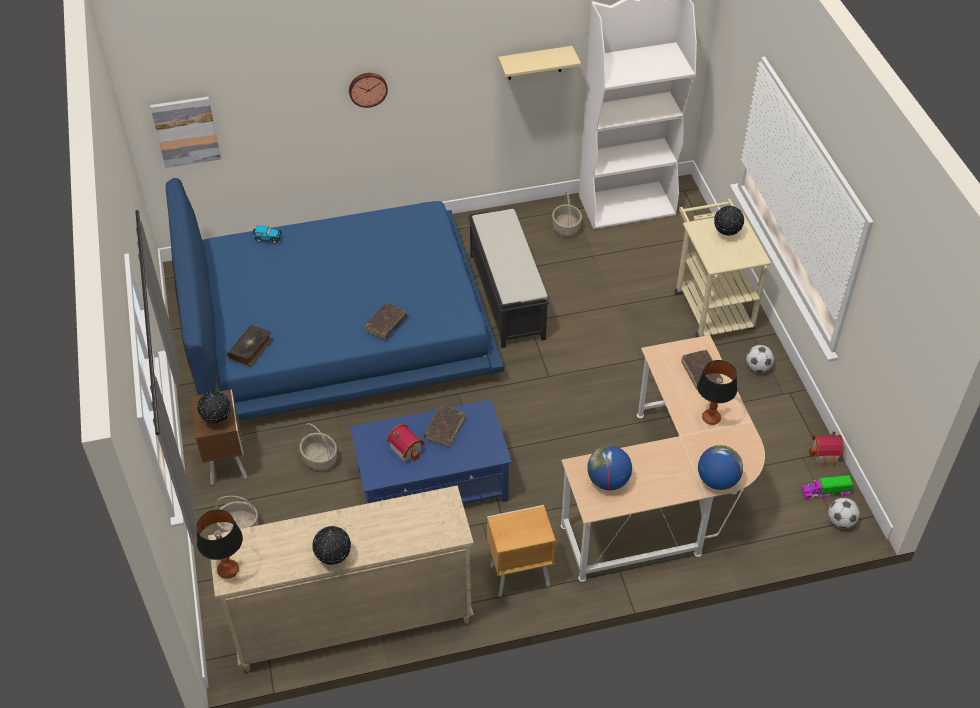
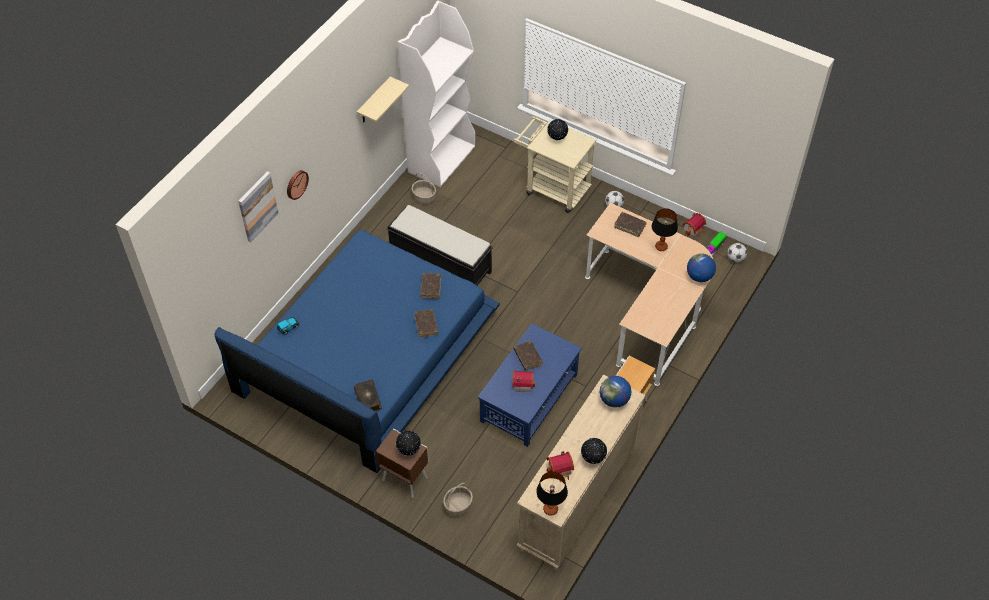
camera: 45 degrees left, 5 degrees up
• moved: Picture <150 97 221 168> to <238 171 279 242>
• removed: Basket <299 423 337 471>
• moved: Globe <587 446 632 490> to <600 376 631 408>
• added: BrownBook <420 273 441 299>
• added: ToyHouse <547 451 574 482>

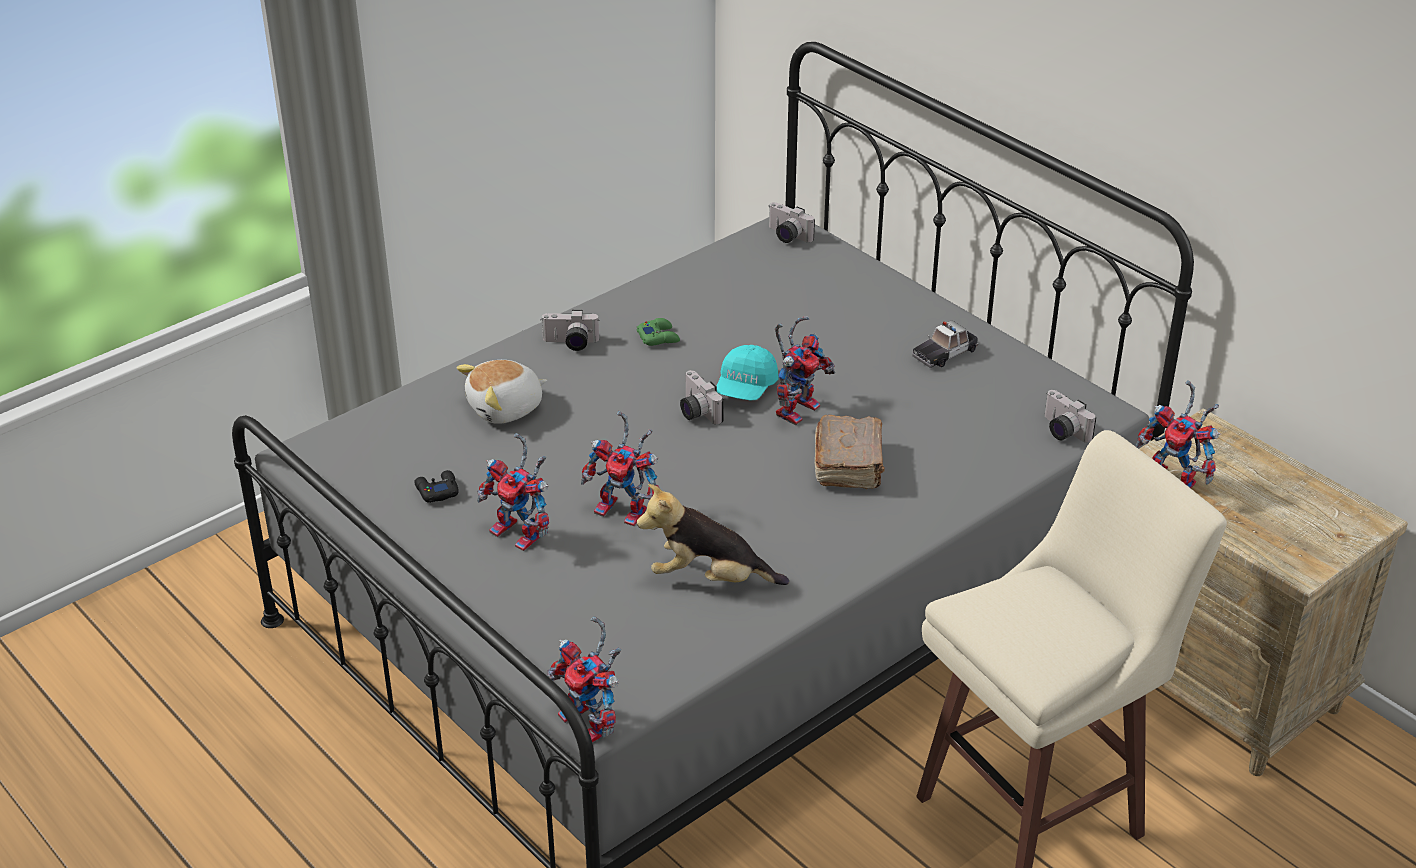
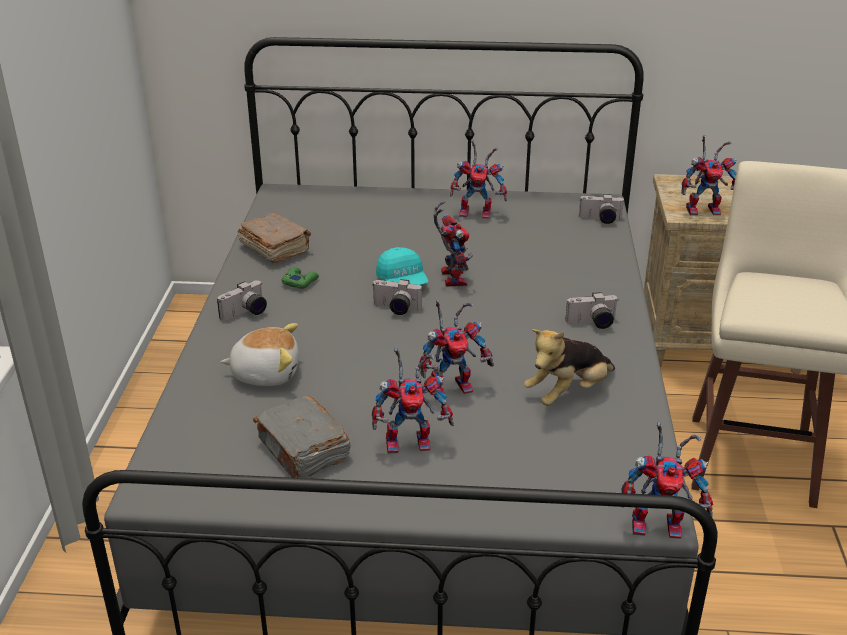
camera: 45 degrees left, 5 degrees down
• replaced: BlackGameController <414 470 459 503> to GreyBook <253 395 351 478>
• turned: PlushToy <457 360 547 424> = <220 323 299 386> 105 degrees counterclockwise
• moved: PhotoCamera <768 202 815 243> to <565 292 618 329>
• moved: BrownBook <815 415 885 489> to <237 212 311 263>
• replaced: ToyCar <912 320 978 368> to ToyRobot <450 140 507 219>

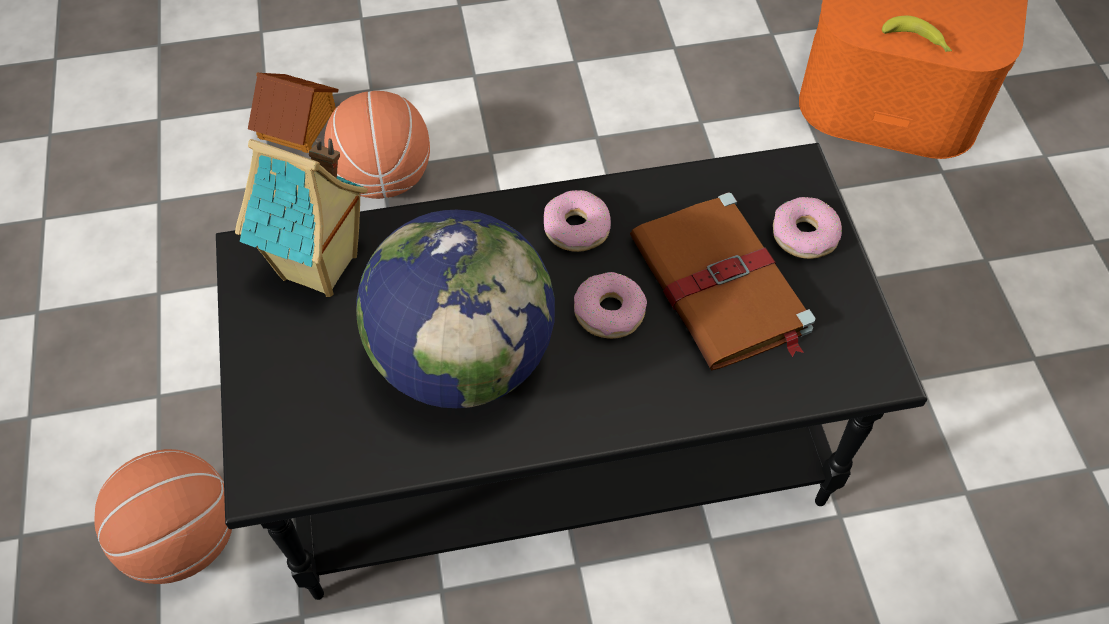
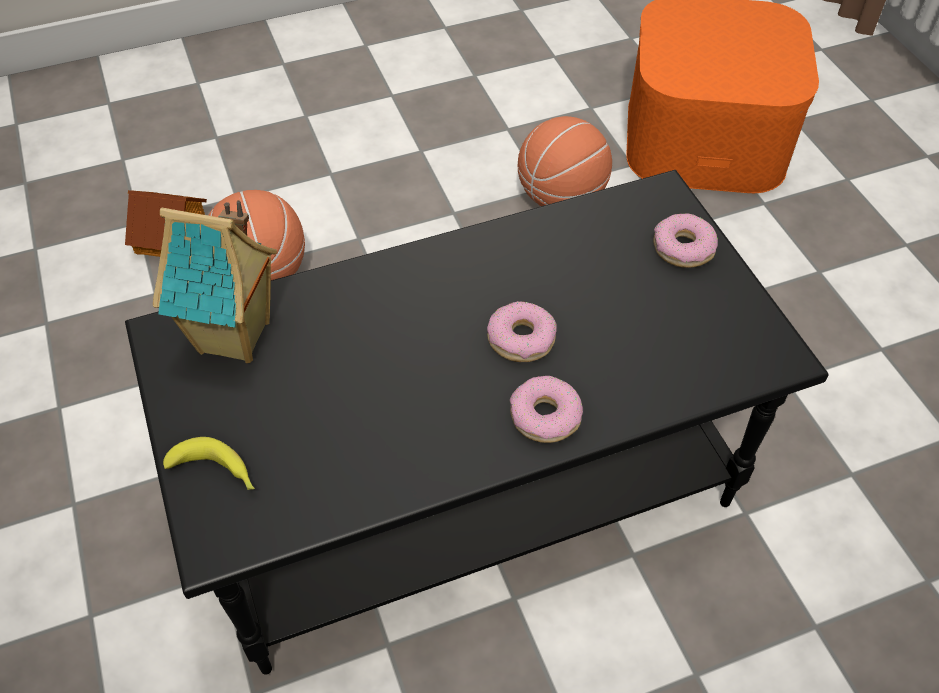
camera: 10 degrees left, 5 degrees down
• moved: Basketball <94 449 232 584> to <518 116 612 206>
• removed: Globe <356 210 555 408>
• moved: Donut <544 190 611 252> to <510 376 583 443>
• removed: BrownBook <630 192 816 371>
• moved: Banana <882 16 952 52> to <163 437 255 490>

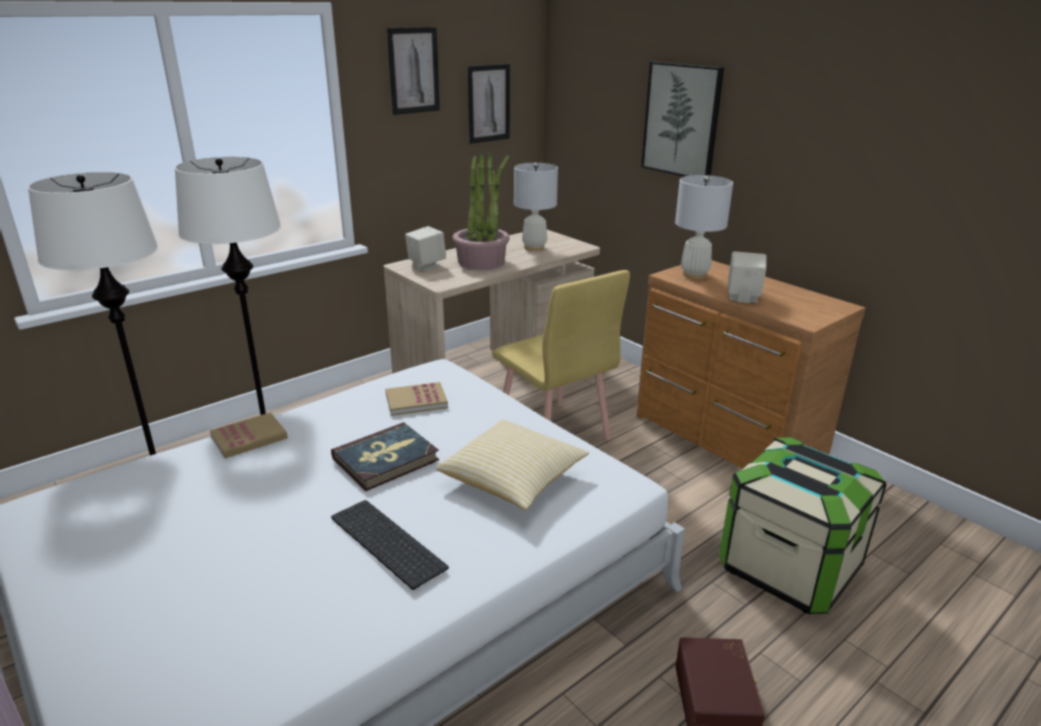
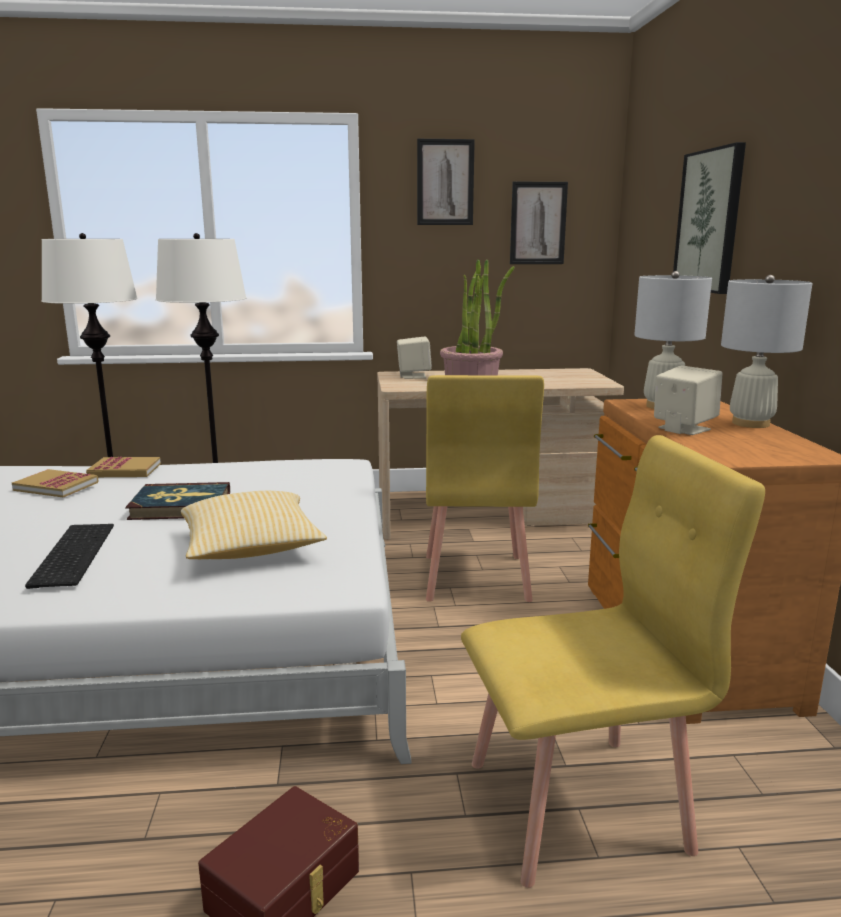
camera: 35 degrees right, 10 degrees down
• moved: Book <385 382 448 416> to <12 469 99 498>
• moved: WhiteTableLamp <514 163 558 251> to <721 275 812 428>
• replaced: StorageBox <719 438 886 614> to YellowChair <461 435 765 888>

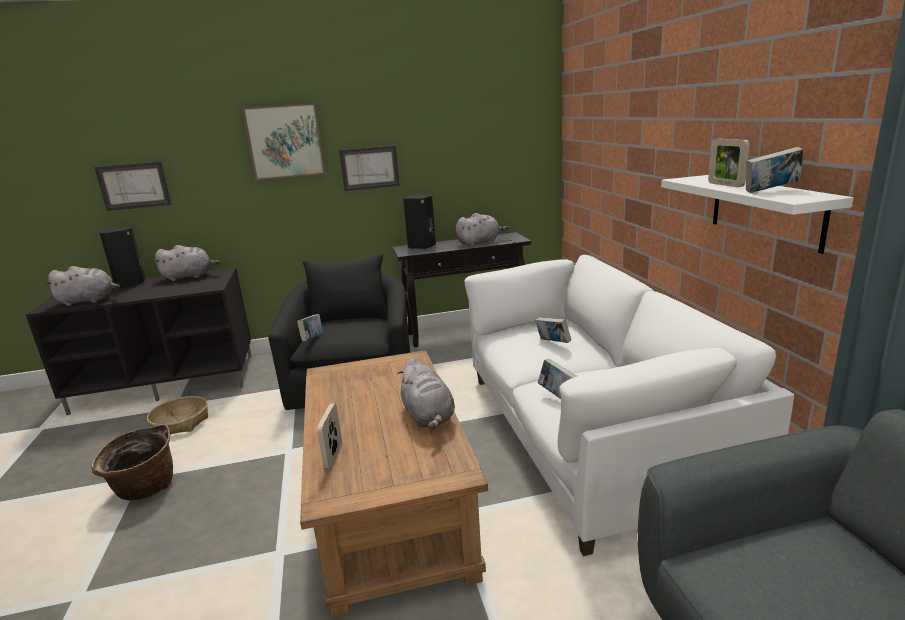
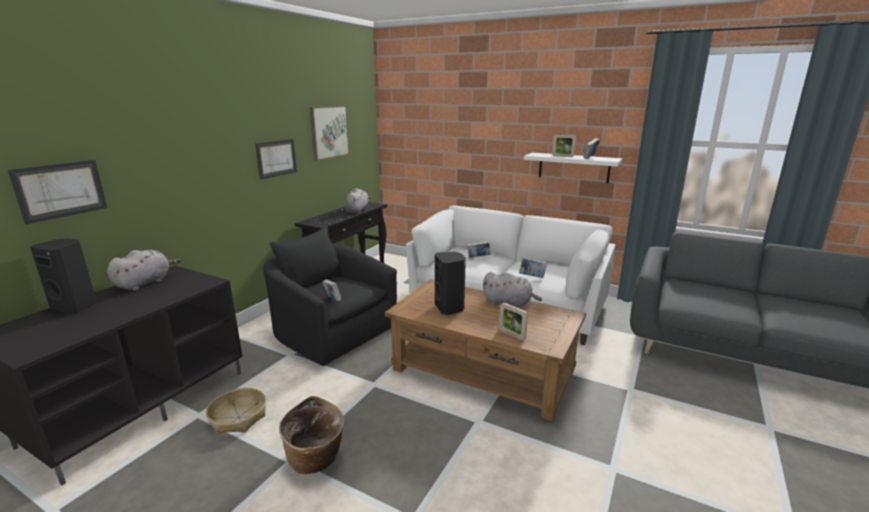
camera: 50 degrees left, 0 degrees up
• removed: GreyPlushToy <45 266 120 306>
• moved: Picture <242 103 325 180> to <309 105 349 161>
• moved: BlackSpeaker <403 194 436 249> to <435 252 466 315>

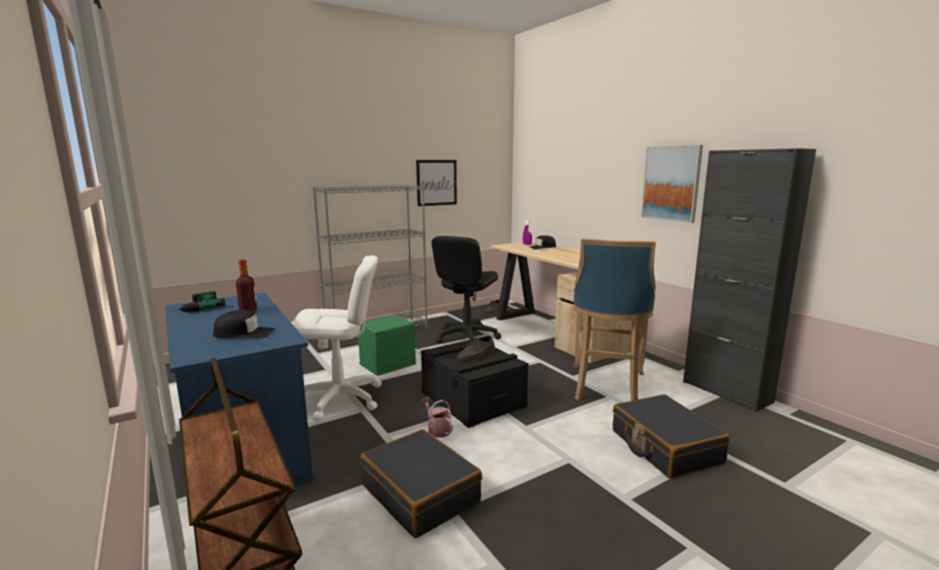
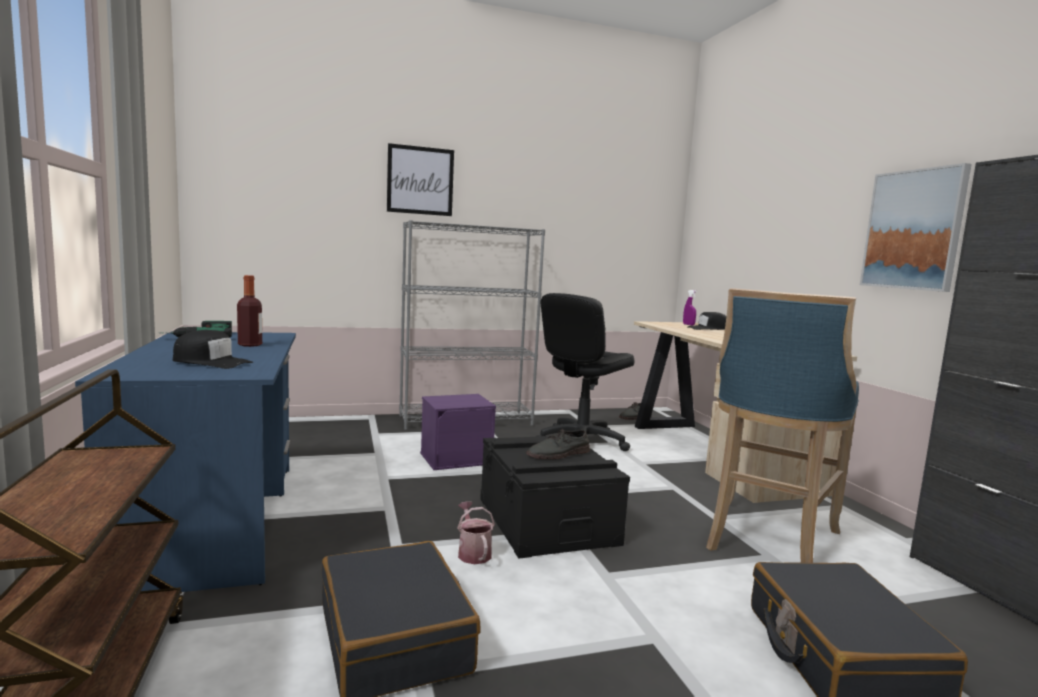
camera: 15 degrees right, 5 degrees down
• removed: WhiteOfficeChair <291 255 382 421>
• recoloured: GreenStorageBox <358 315 416 376> to PurpleStorageBox <420 394 496 470>
• moved: Picture <416 160 457 206> to <387 143 454 216>

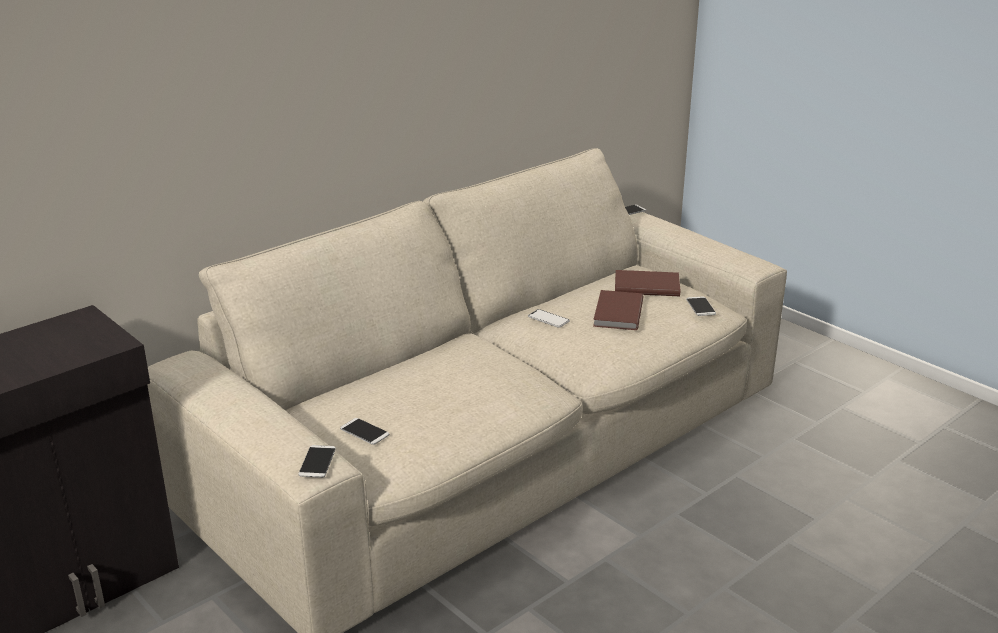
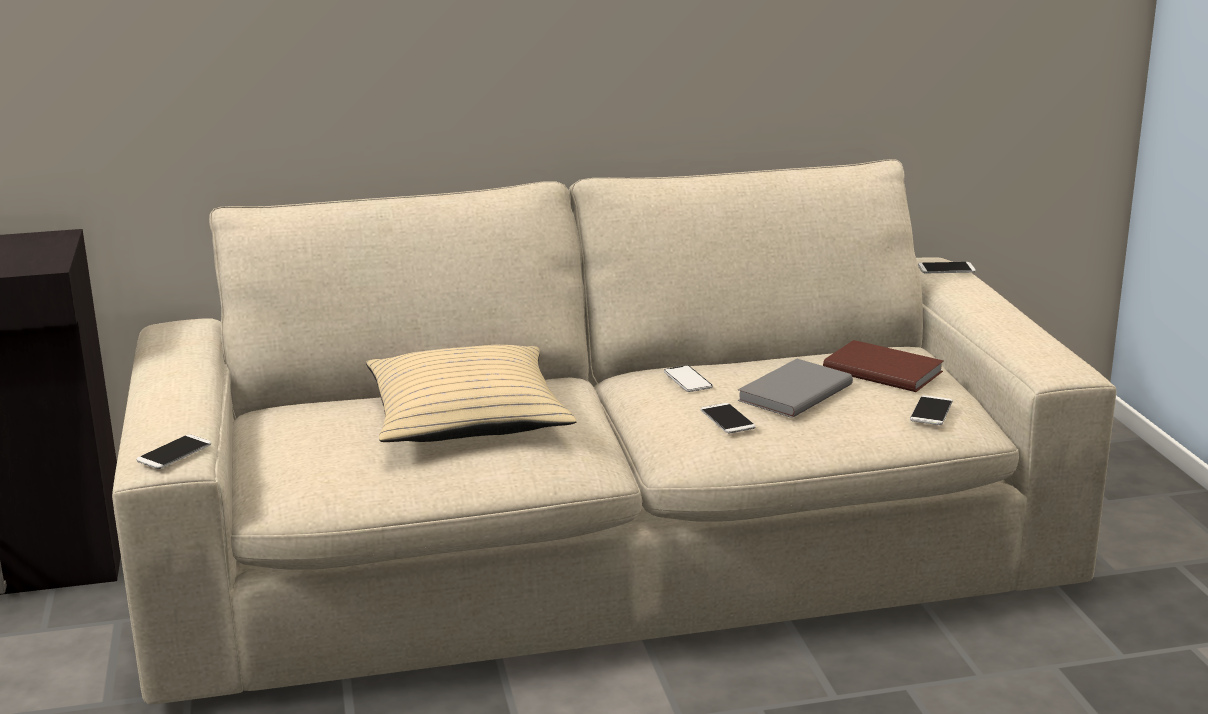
camera: 30 degrees right, 5 degrees down
• moved: Phone <340 418 389 445> to <701 403 756 433>
• recoloured: BrownBook <593 290 643 330> to GreyBook <737 359 853 418>
• added: BeigePillow <366 345 576 442>

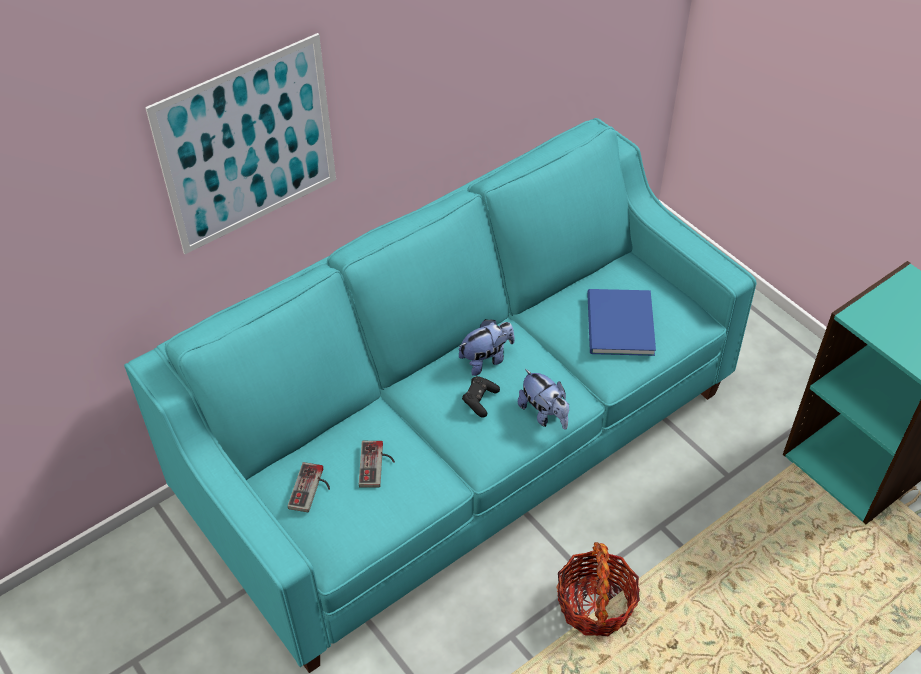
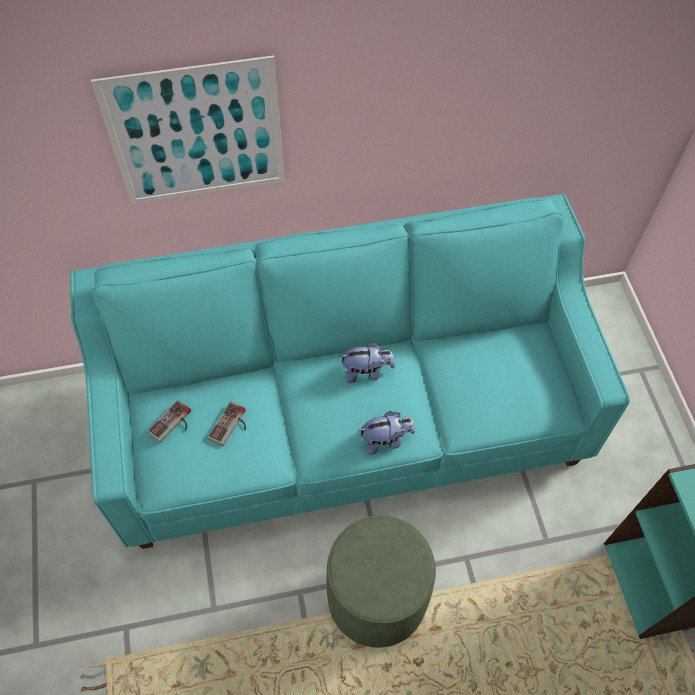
camera: 25 degrees right, 10 degrees up
• removed: BlackGameController <462 376 500 418>
• turned: PlushToy <518 369 569 430> = <358 411 415 455> 90 degrees counterclockwise
• replaced: Basket <556 542 640 636> to GreenOttoman <326 516 436 648>
• removed: BlueBook <587 289 656 356>

